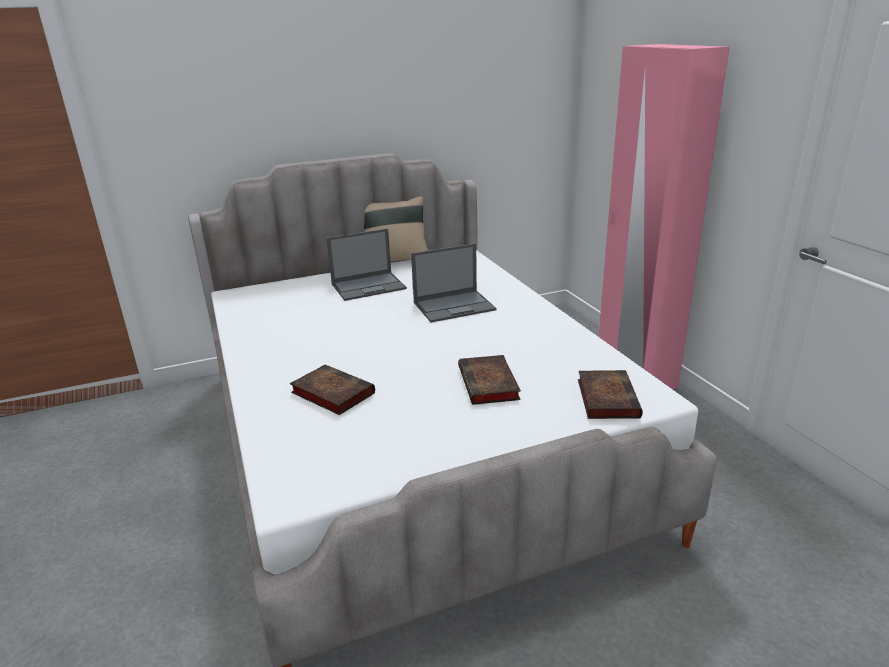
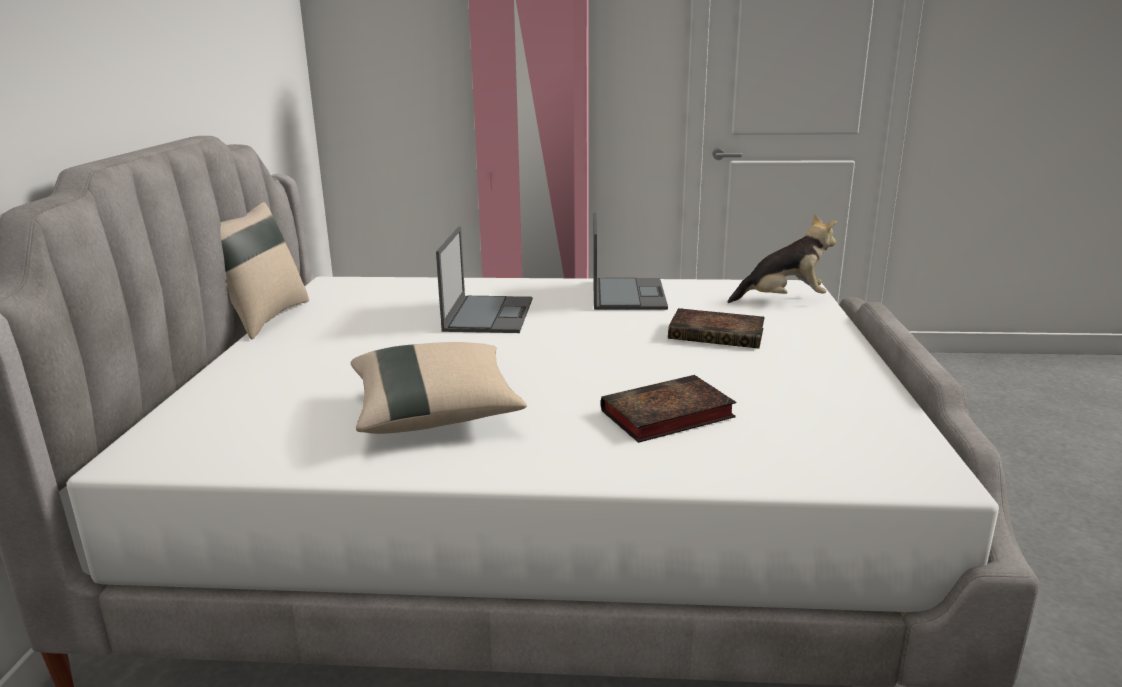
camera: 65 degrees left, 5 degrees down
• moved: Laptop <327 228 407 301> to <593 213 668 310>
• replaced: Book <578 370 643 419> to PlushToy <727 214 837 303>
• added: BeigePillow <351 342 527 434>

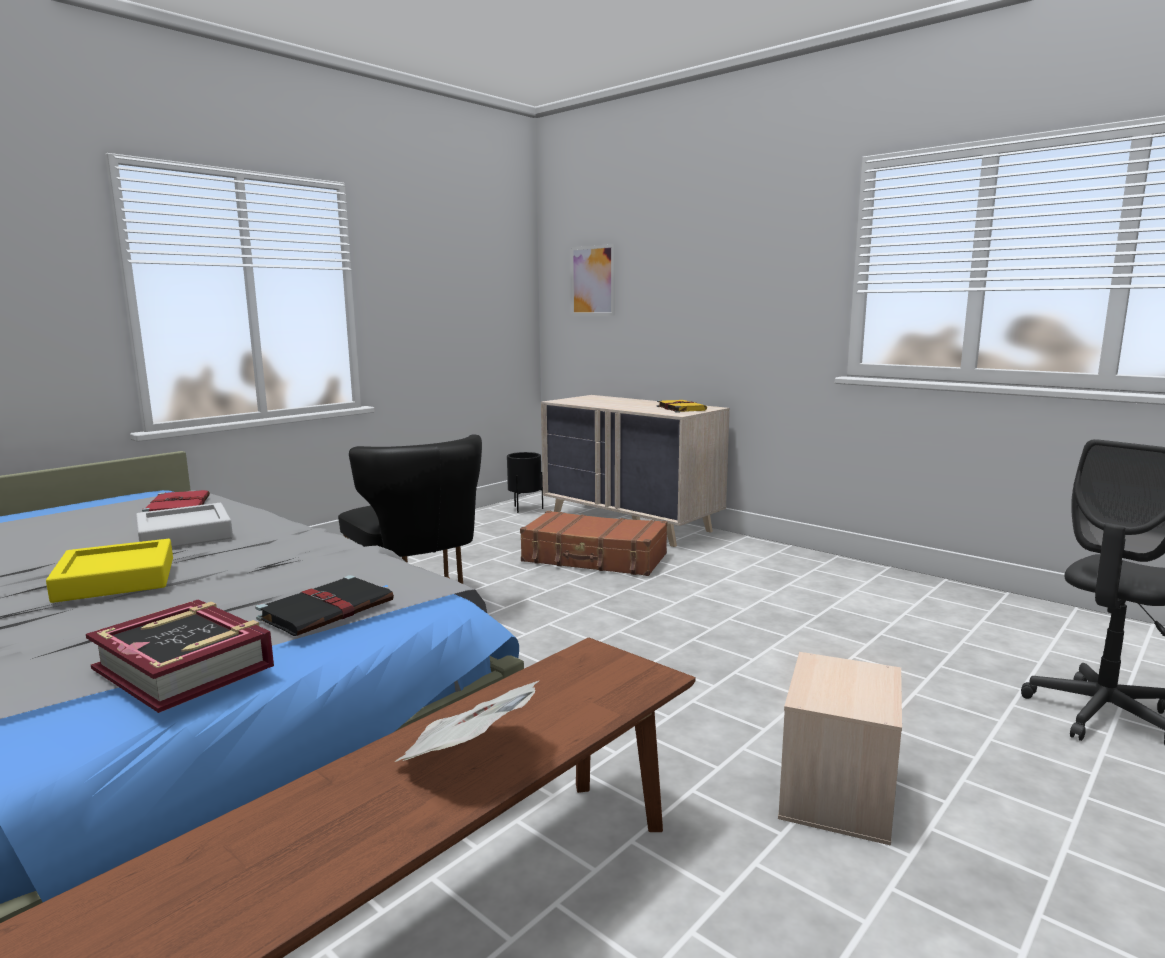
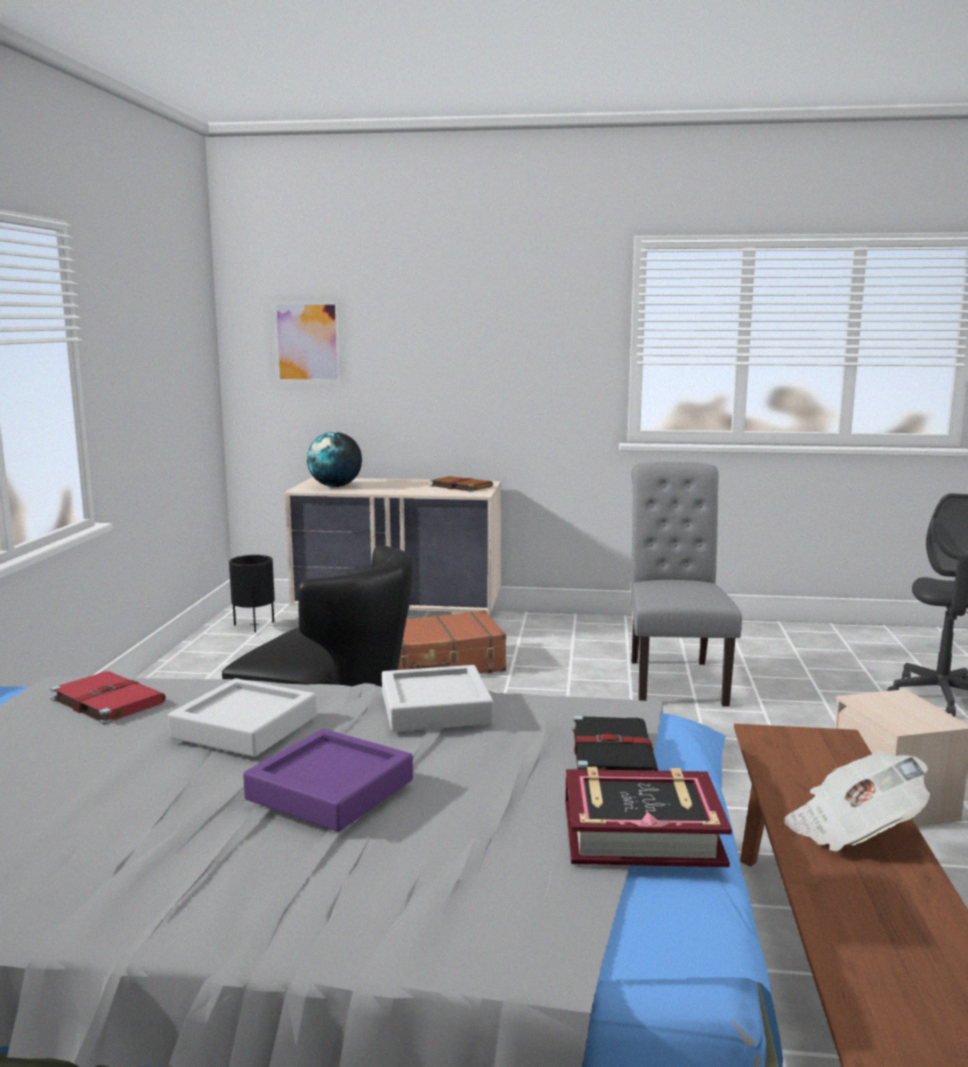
camera: 35 degrees left, 0 degrees up
• recoloured: YellowTray <46 539 173 603> to PurpleTray <243 729 413 832>
• recoloured: YellowBook <656 400 707 413> to BrownBook <430 476 493 492>
• added: Globe <307 432 362 487>
• added: GreyTray <382 665 494 732>
• added: GreyChair <630 462 742 707>

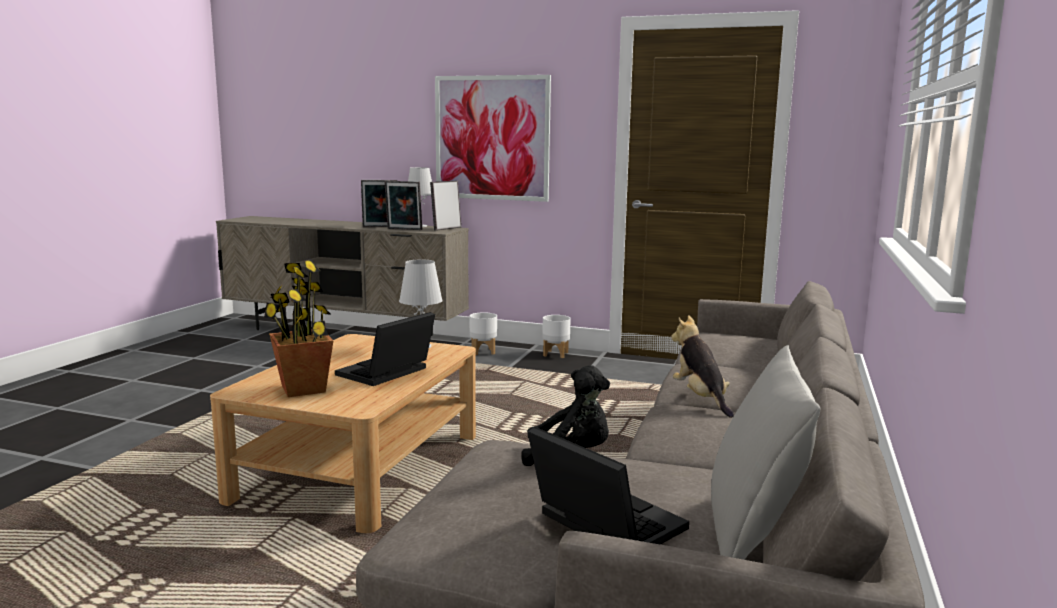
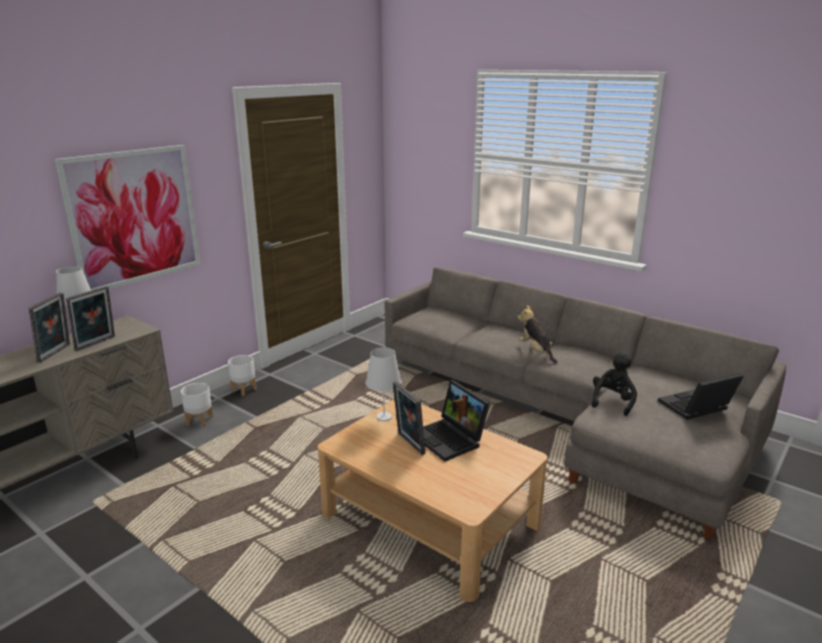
camera: 70 degrees left, 10 degrees up
• removed: PottedPlant <264 260 333 397>
• moved: PictureFrame <430 180 461 231> to <393 381 426 455>
• turned: PlushToy <671 315 734 418> = <518 305 558 364> 60 degrees clockwise
• removed: GreyPillow <711 345 820 560>

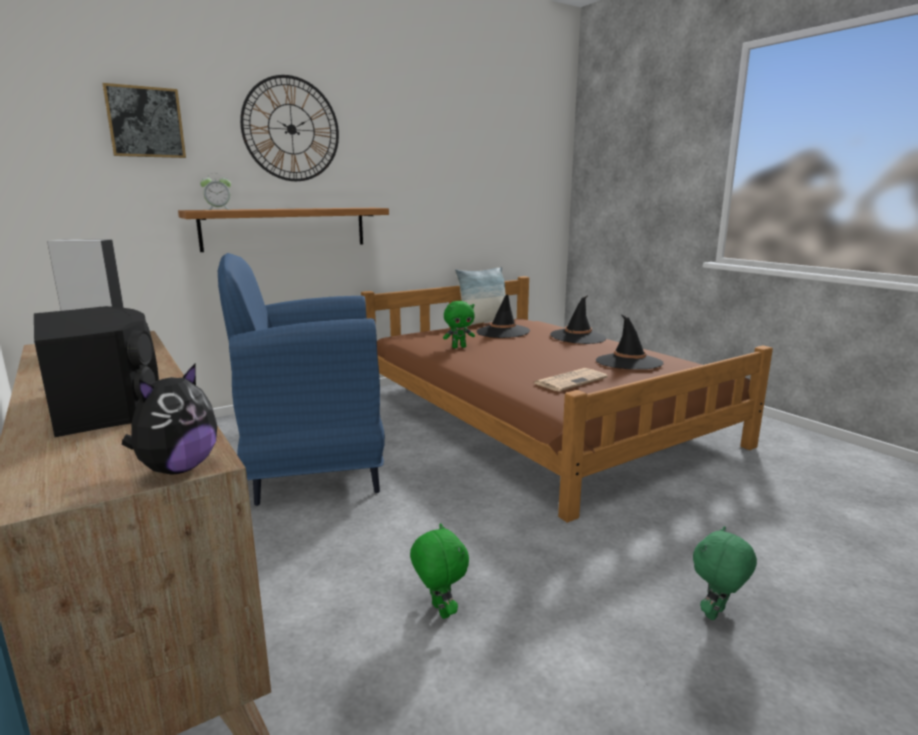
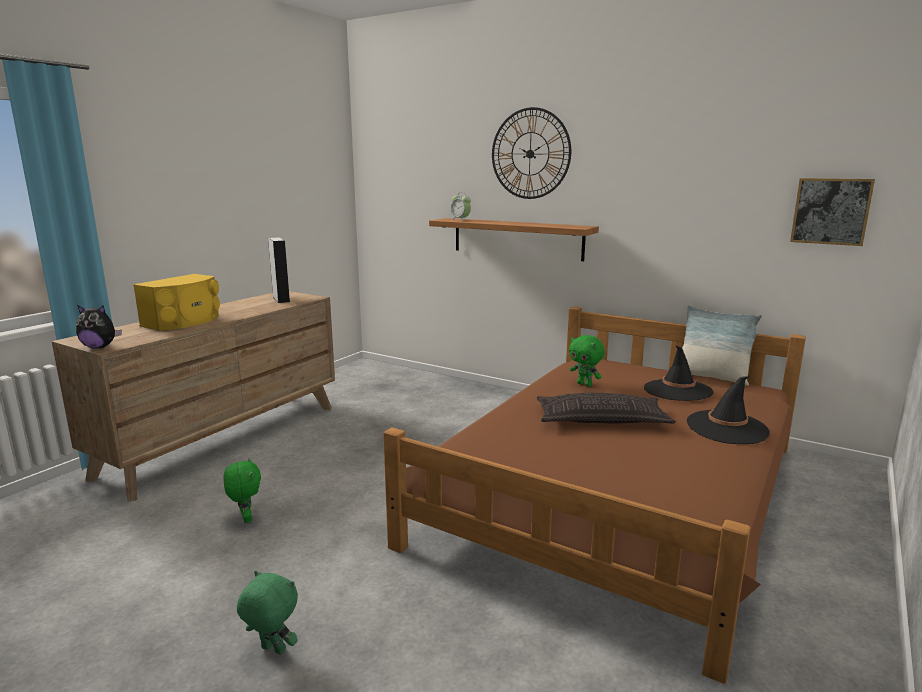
camera: 65 degrees right, 0 degrees up
• recoloured: BlackSpeaker <34 306 159 437> to YellowSpeaker <133 274 220 331>
• moved: Picture <102 83 186 158> to <790 178 875 246>
• removed: BlueArmchair <218 253 385 506>
• turned: GreenPlushToy <410 523 469 619> = <223 458 261 523> 60 degrees counterclockwise
• removed: Newspaper <534 368 608 391>
• removed: BlackHat <596 315 663 369>
• added: Pillow <537 393 676 424>

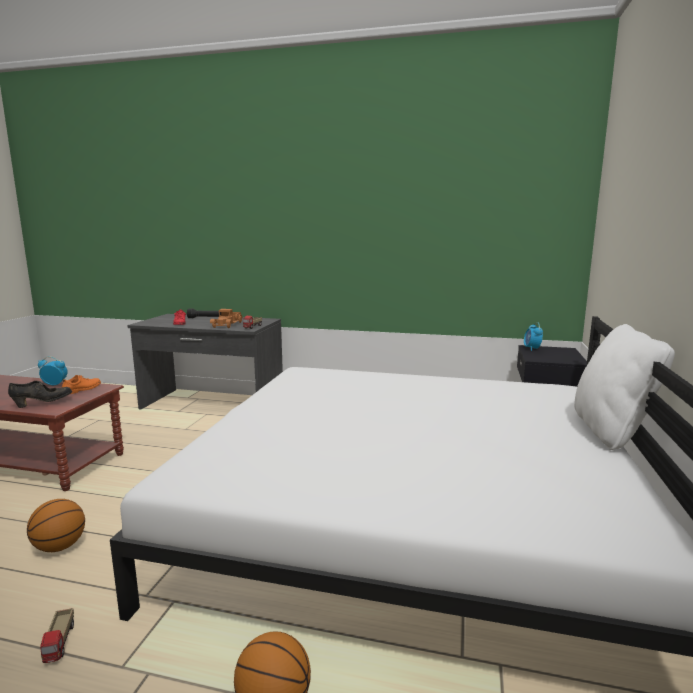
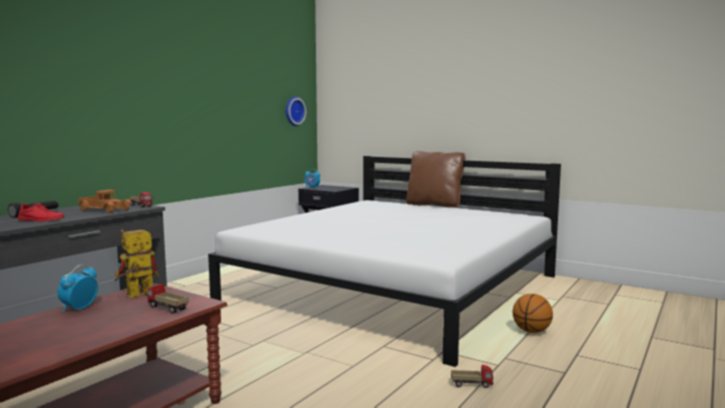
camera: 70 degrees left, 5 degrees down
• replaced: BlackShoe <8 381 72 408> to ToyTruck <145 284 188 314>
• removed: Basketball <27 499 85 552>
• replaced: OrangeShoe <62 375 101 394> to ToyRobot <114 229 159 298>
• recoloured: WhitePillow <574 324 675 450> to BrownPillow <406 151 465 208>
• added: WallClock <285 96 306 126>

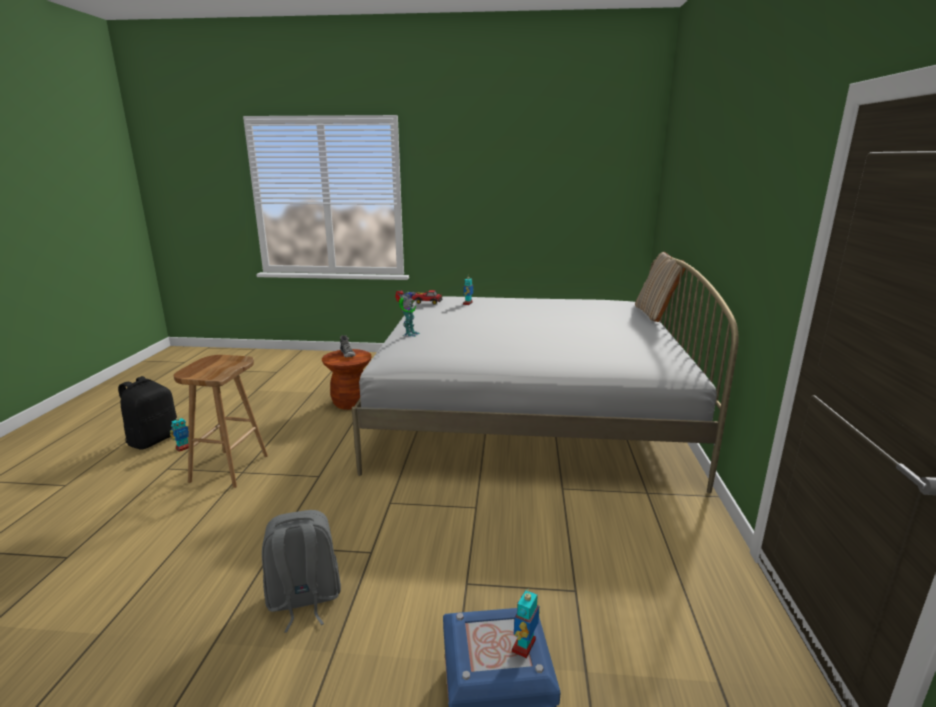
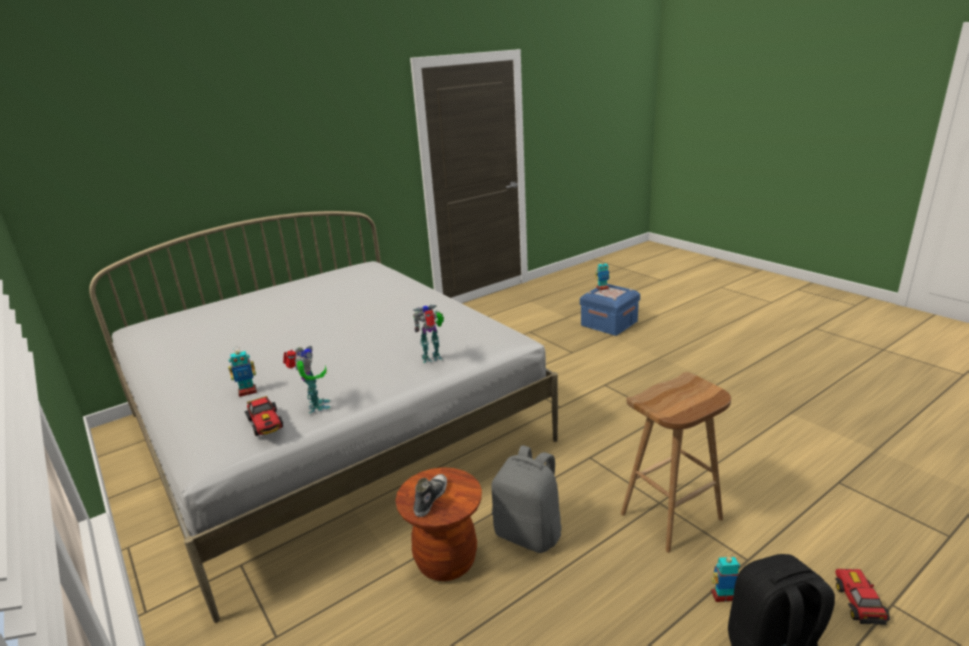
camera: 130 degrees left, 5 degrees up
• moved: GreyBackpack <262 510 341 633> to <491 445 562 553>
• removed: BeigePillow <635 252 686 322>
• added: ToyRobot <283 346 330 413>
• added: ToyCar <835 569 890 625>

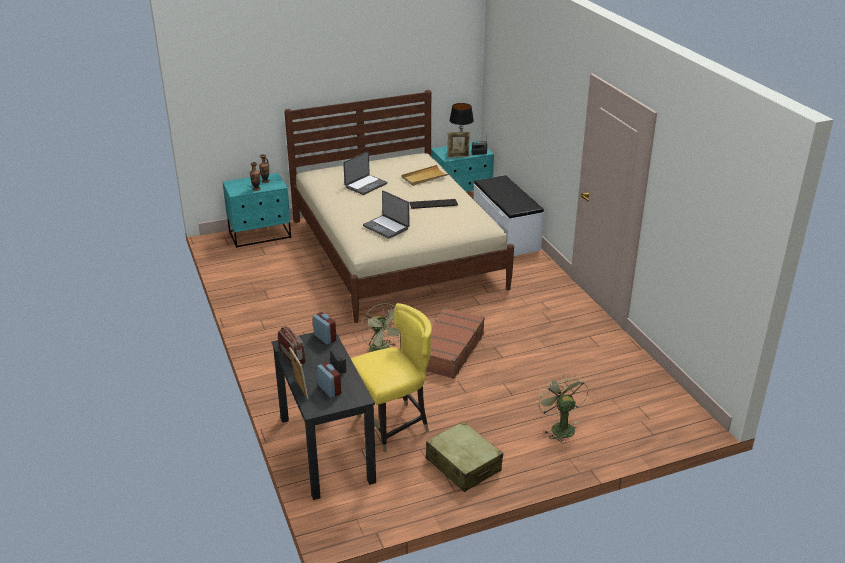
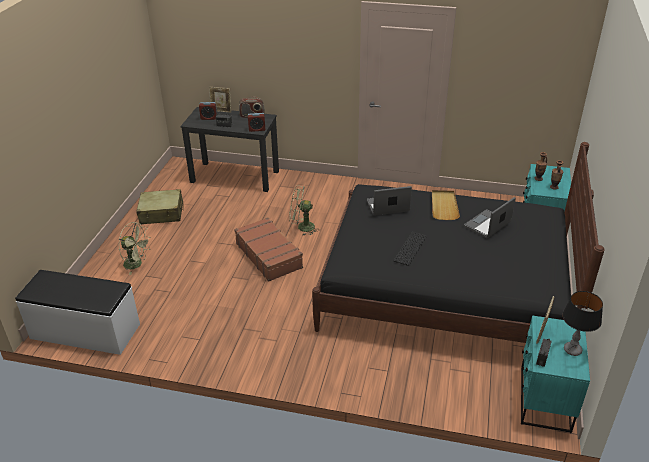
camera: 125 degrees right, 5 degrees up
• recoloured: BeigeBed <284 90 514 323> to BlackBed <312 142 605 343>
• turned: Laptop <343 152 388 195> = <464 197 516 238> 60 degrees clockwise
• removed: YellowChair <351 303 432 452>
• moved: BeigeTray <401 165 450 186> to <432 190 460 220>
• moved: WhiteBench <474 175 544 256> to <15 270 140 355>

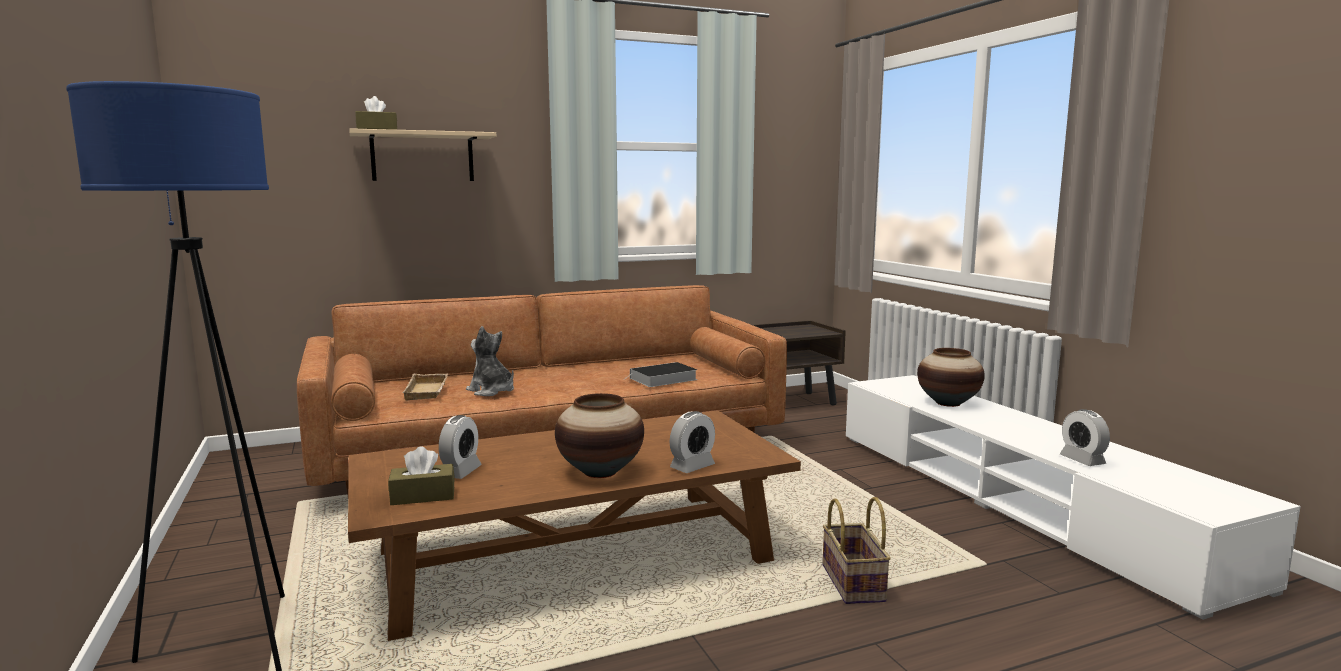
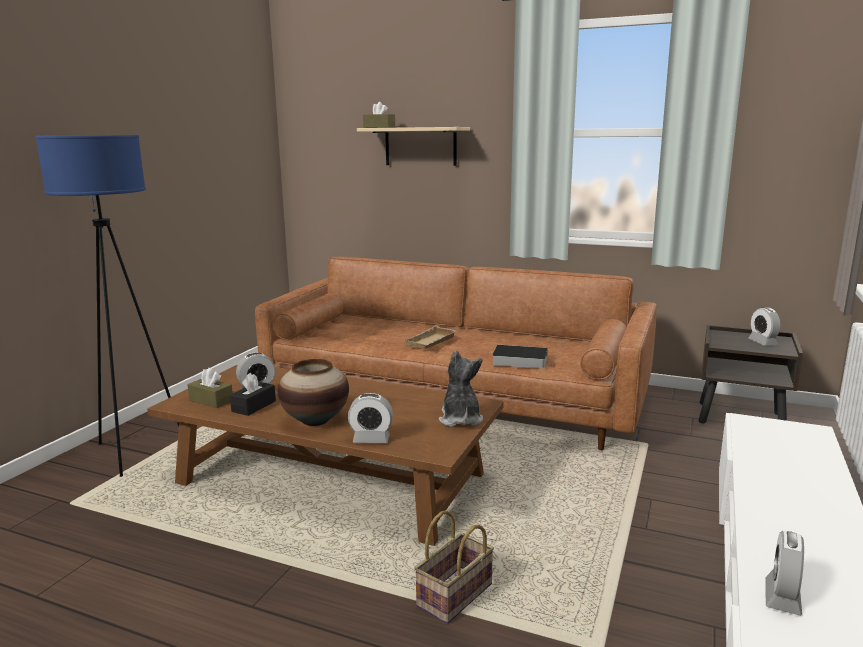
camera: 45 degrees right, 5 degrees up
• moved: BeigeTray <402 373 449 400> to <404 325 458 349>
• moved: PlushToy <466 326 514 396> to <439 350 483 427>
• removed: Vase <917 348 985 407>
• added: BlackTissueBox <230 373 276 416>
• added: AlarmClock <748 307 781 346>

